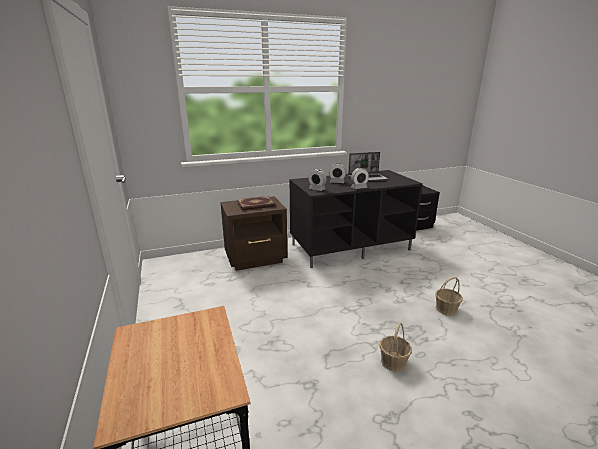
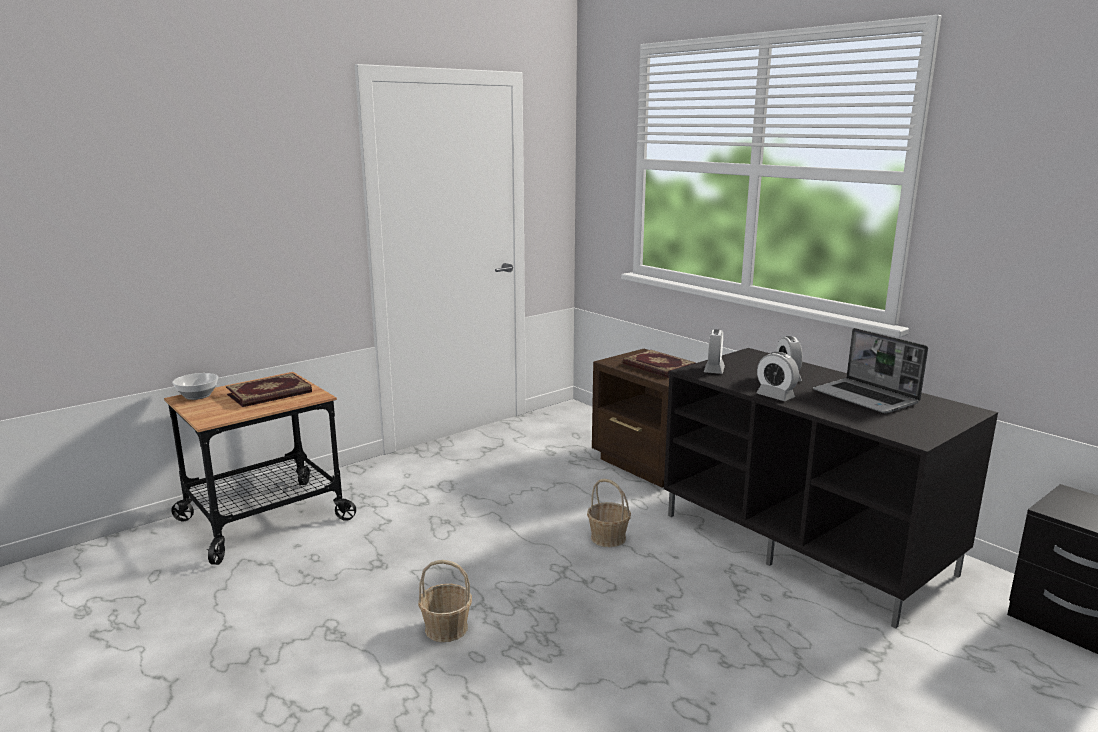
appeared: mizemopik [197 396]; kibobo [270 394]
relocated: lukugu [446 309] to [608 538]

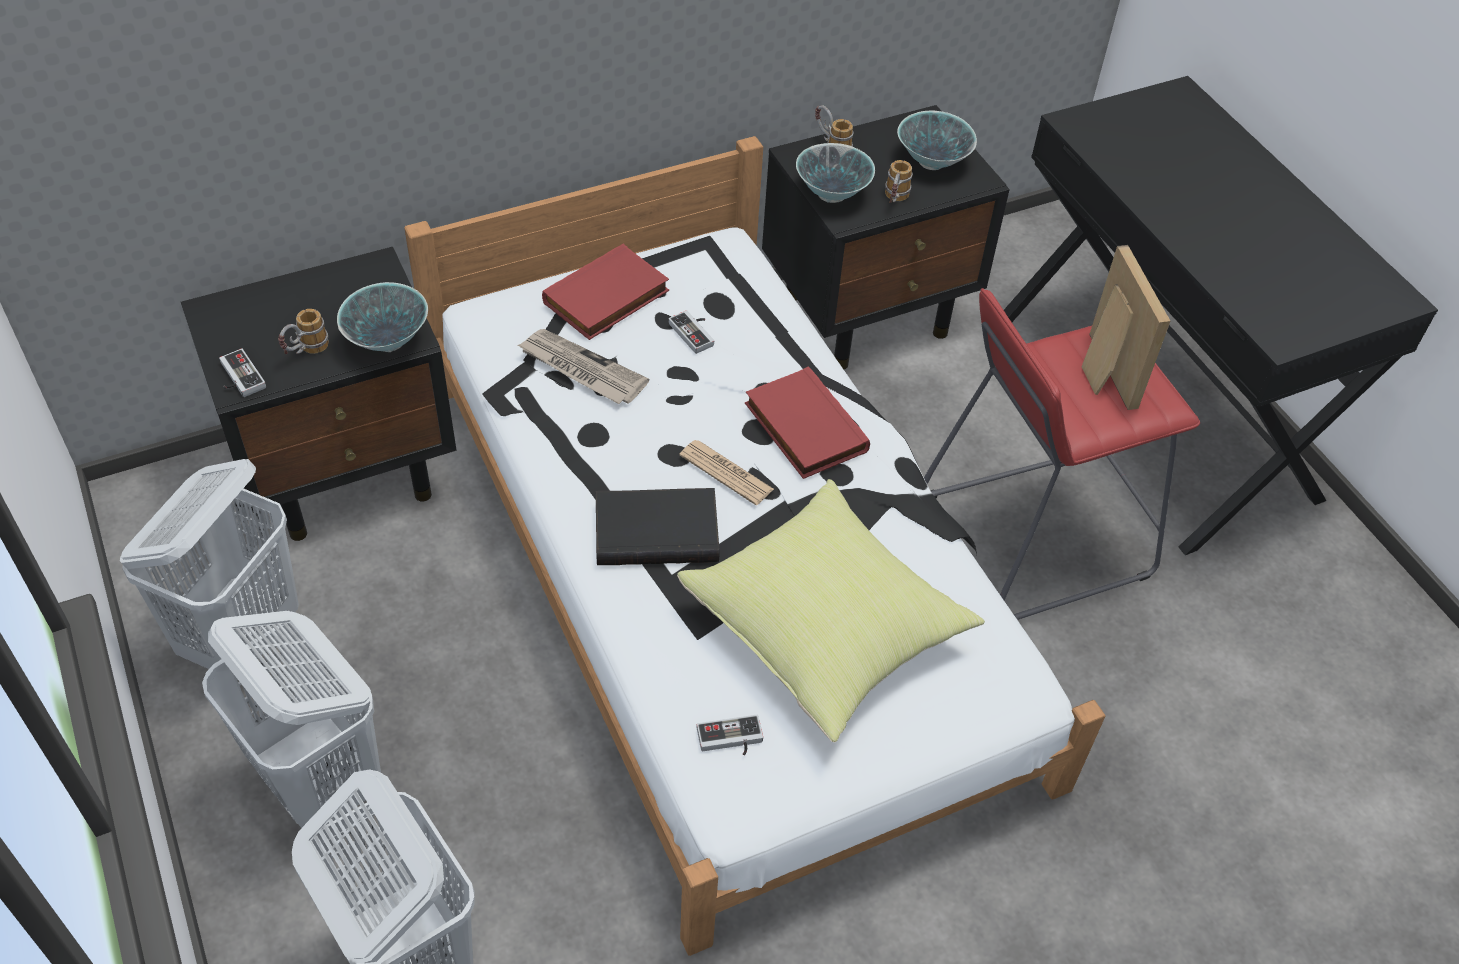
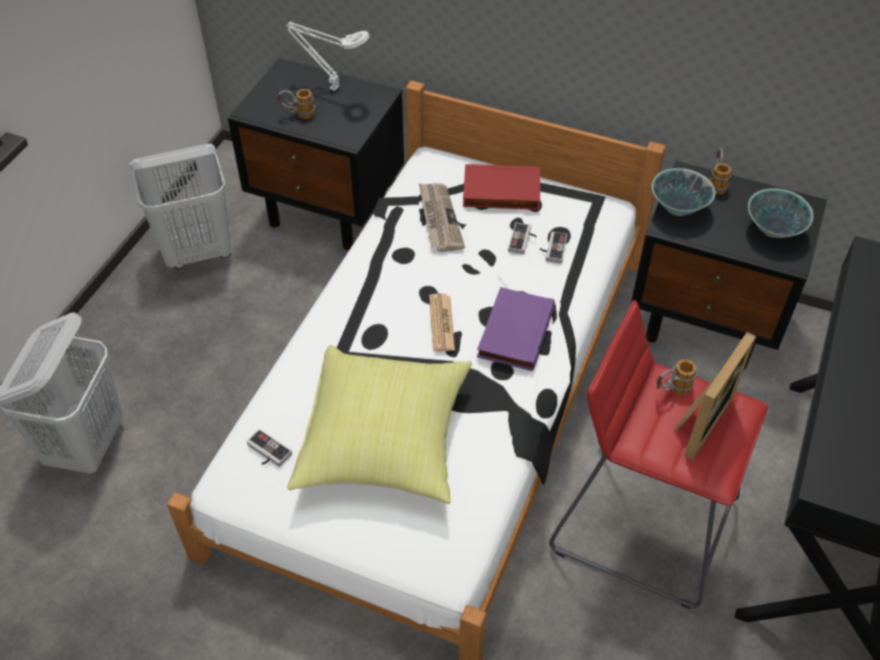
missing: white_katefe [322 785]; mizemopik [388 340]; black_kibobo [657 530]
appeared: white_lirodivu [332 87]
relocated: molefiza [238 378] to [552 248]; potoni [894 201] to [671 390]
colour: red_kibobo [802 428] to purple_kibobo [513 331]

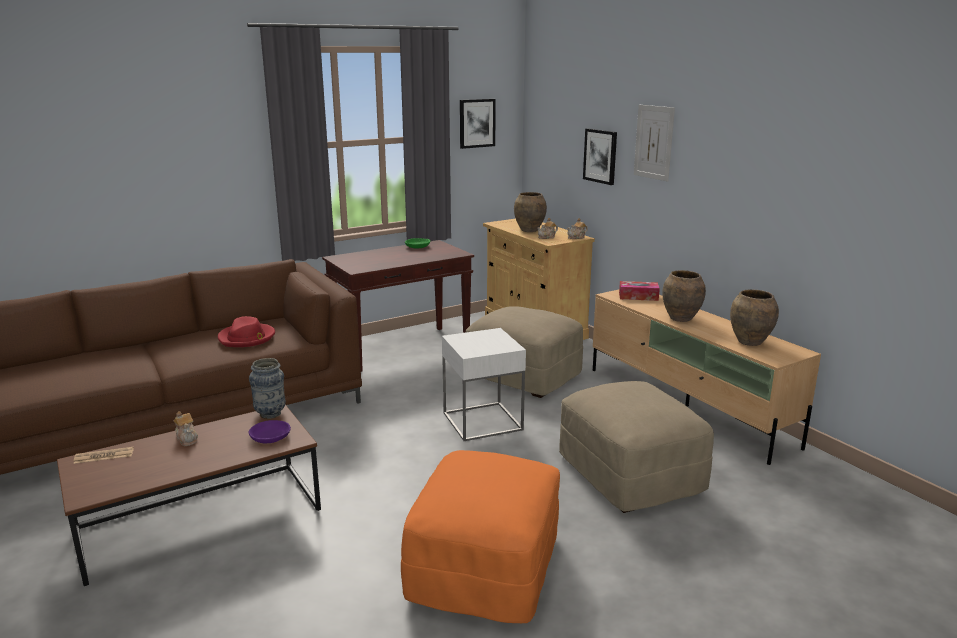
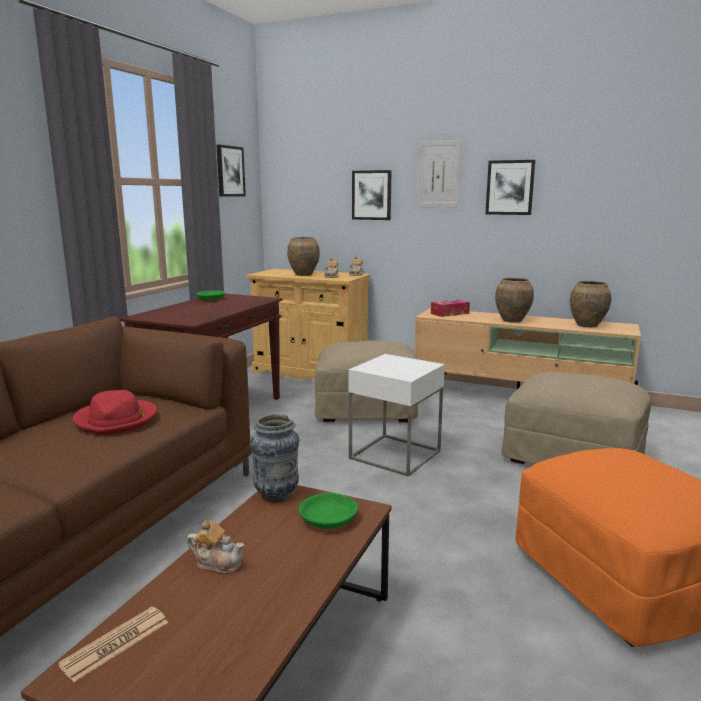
appeared: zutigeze [510 187]
colour: purple_mizemopik [271 438] to green_mizemopik [329 519]

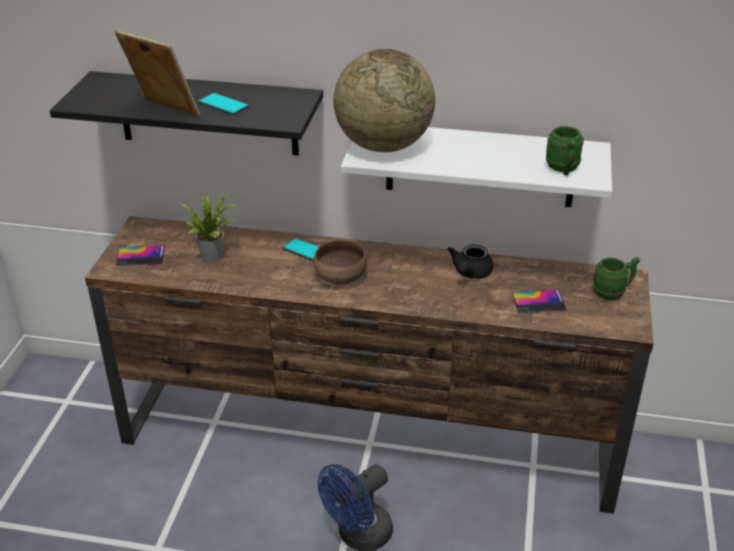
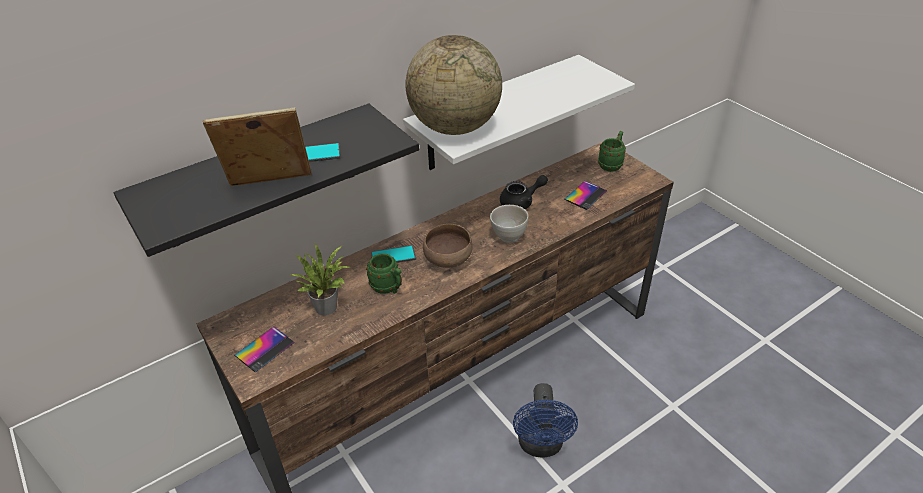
appeared: white_mizemopik [508 236]
relocated: green_potoni [563 169] to [388 288]
spun: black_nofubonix [470 273] = [521 202] 90 degrees counterclockwise

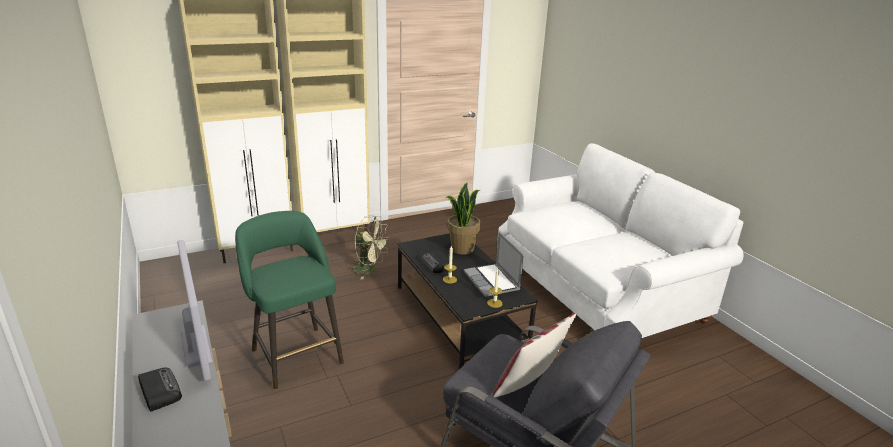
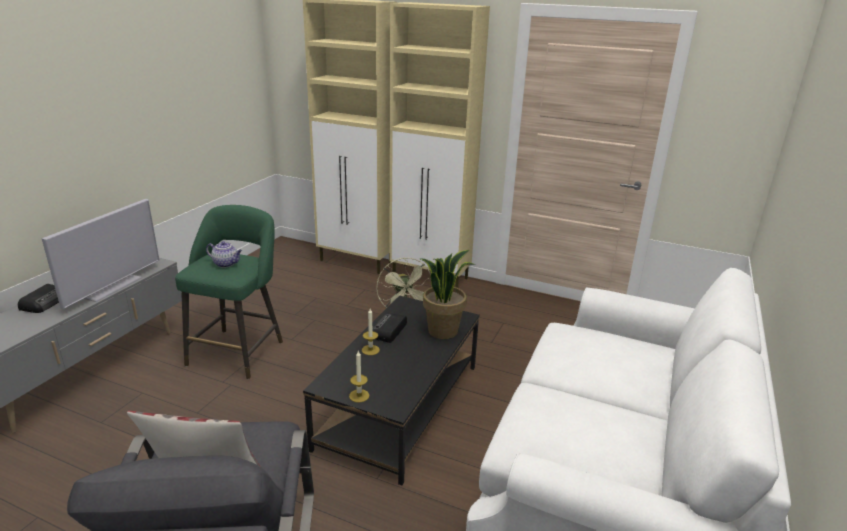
missing: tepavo [492 281]
appeared: nofubonix [226 264]

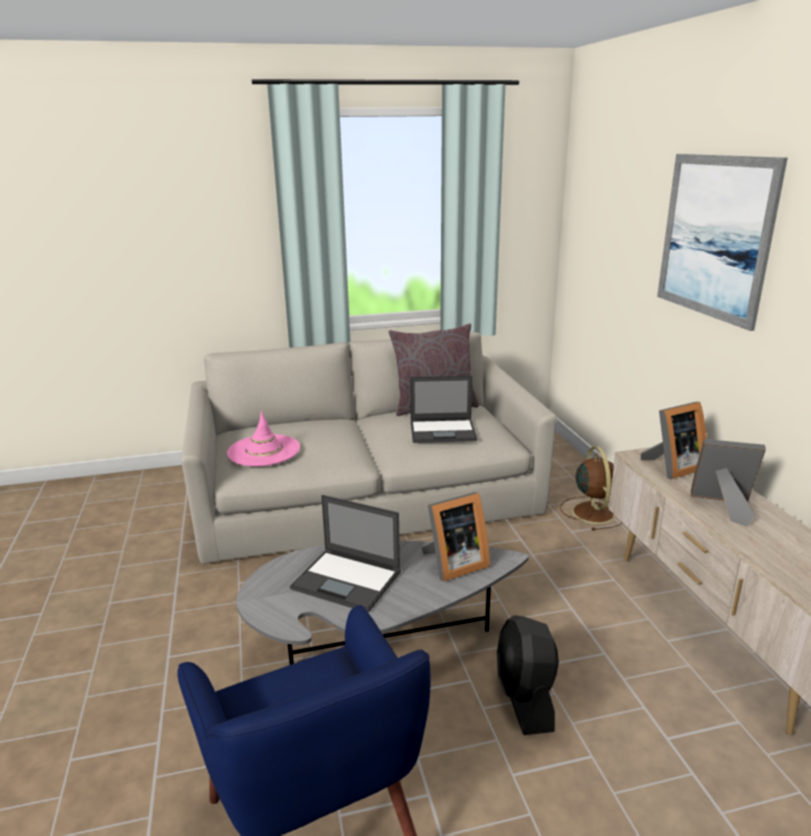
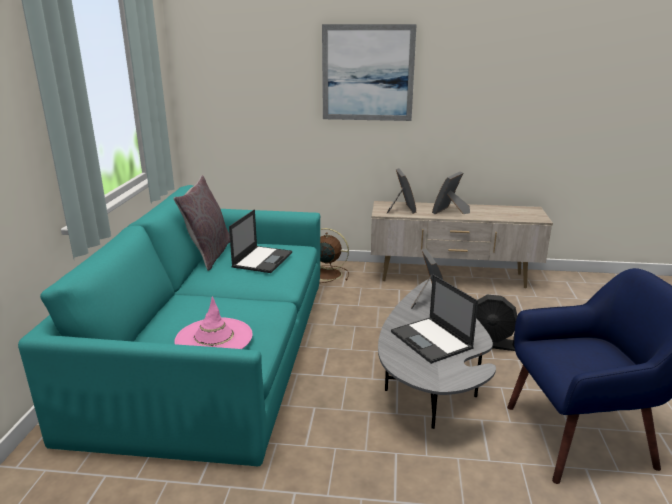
colour: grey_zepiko [366 493] to turquoise_zepiko [214 351]
spun: tepavo [347 580] = [432 340] 105 degrees clockwise

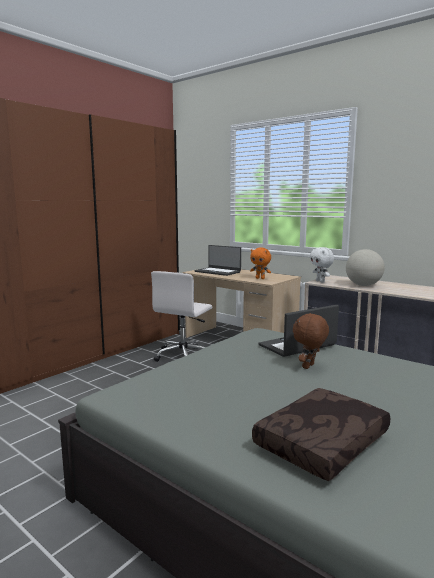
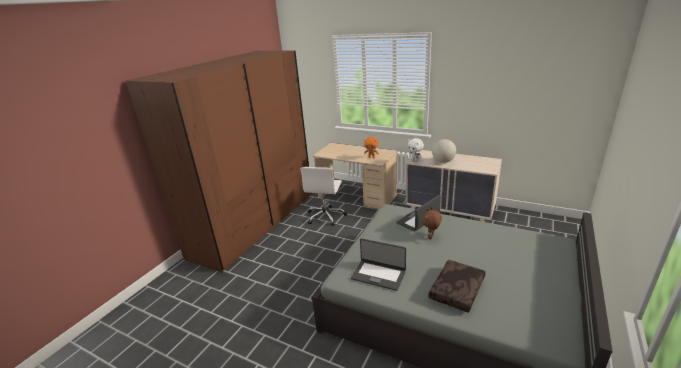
relocated: tepavo [218 272] to [378 274]

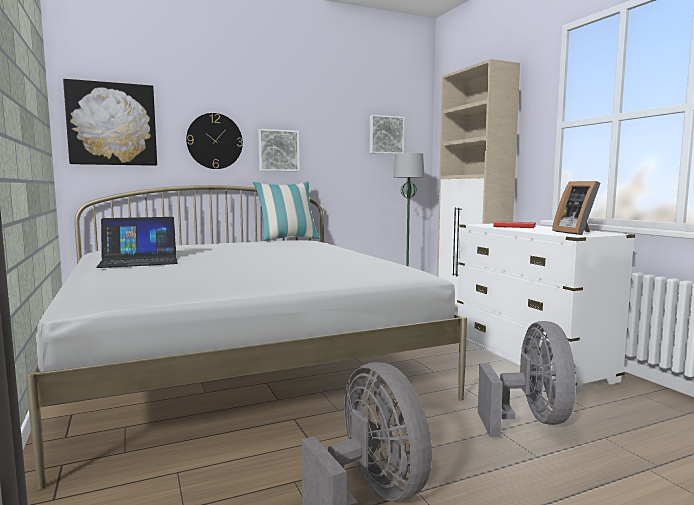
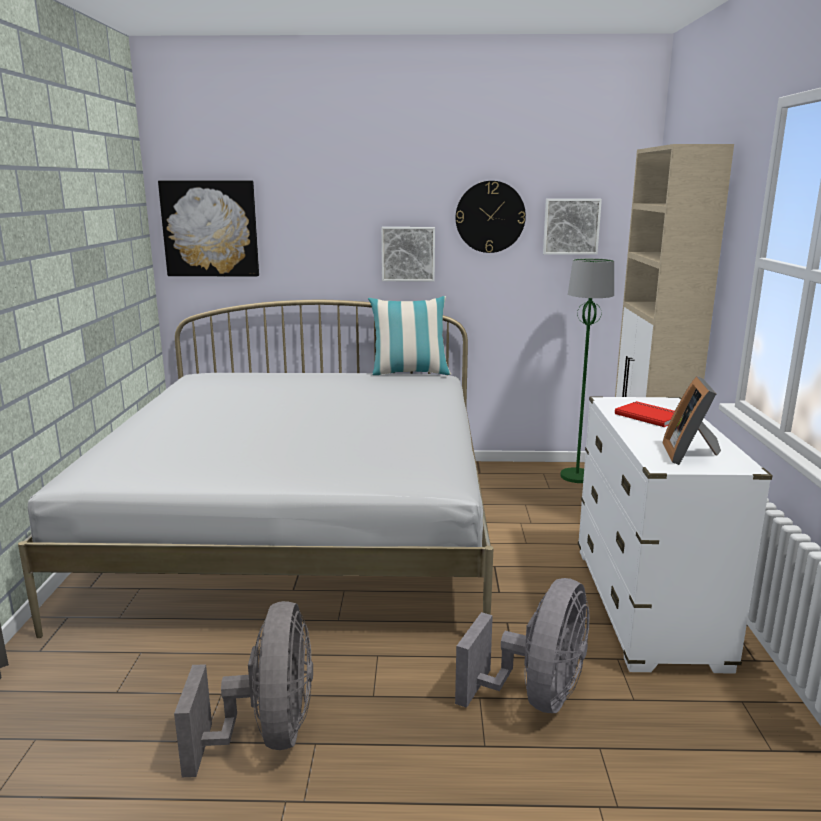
missing: tepavo [139 261]
relocated: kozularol [214 141] to [490 217]

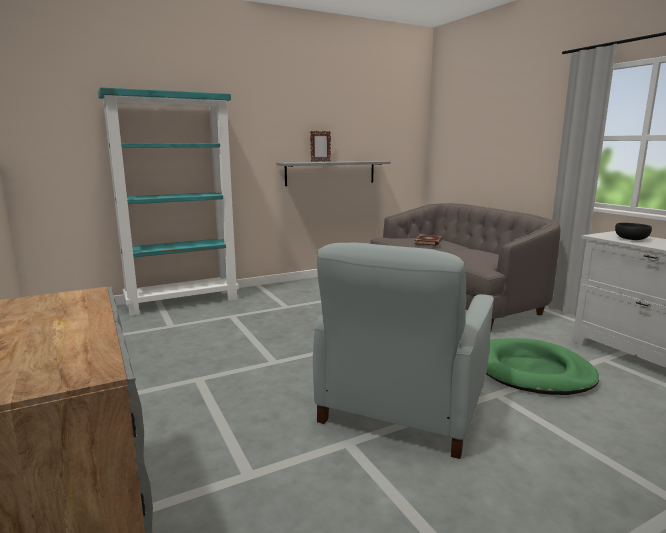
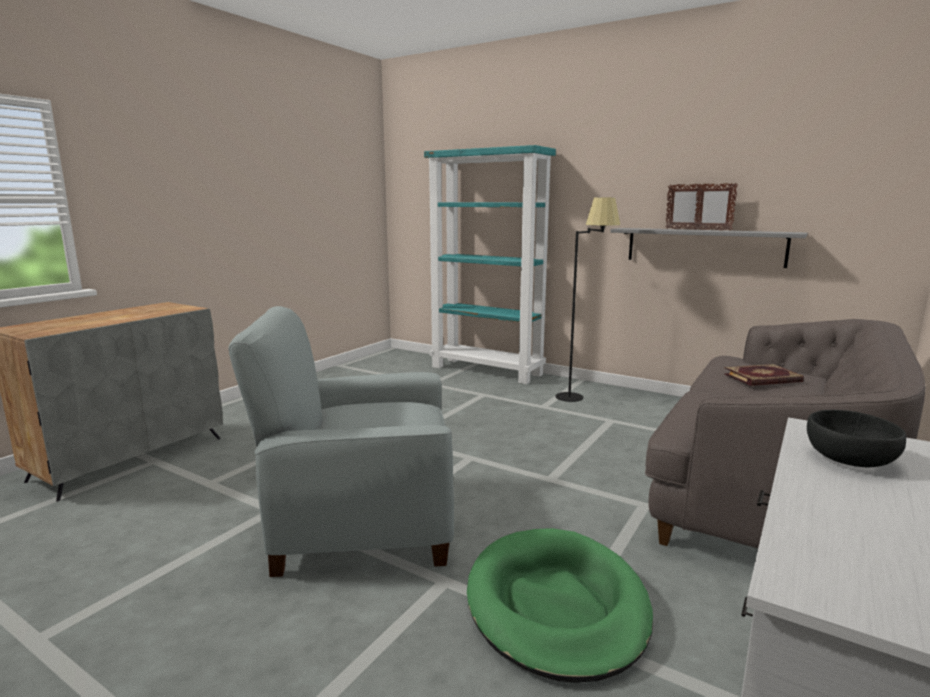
appeared: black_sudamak [582 398]; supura [712 230]

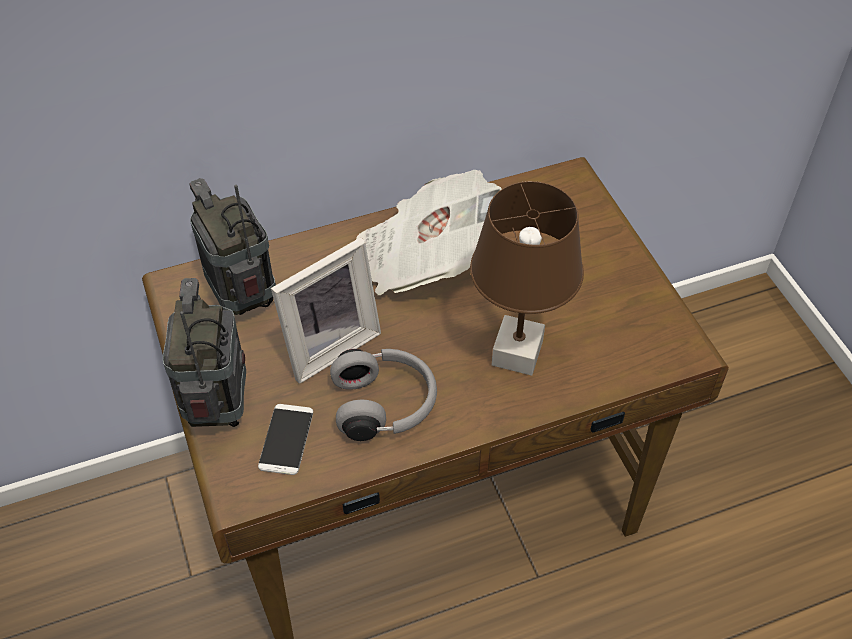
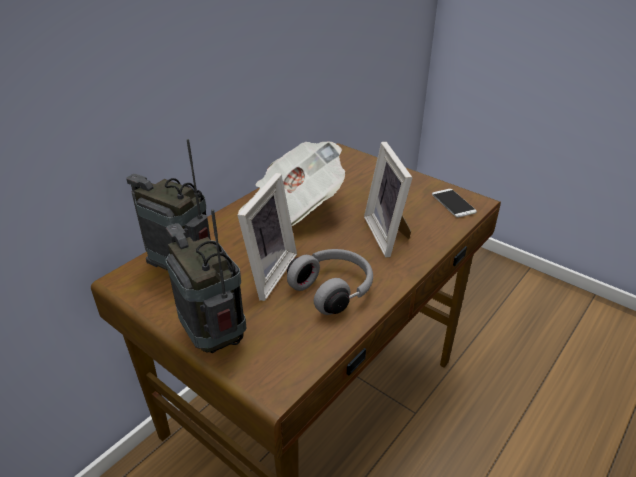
relocated: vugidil [286 439] to [453 203]
exchanged: brown_lirodivu [517 354] to supura [389 234]

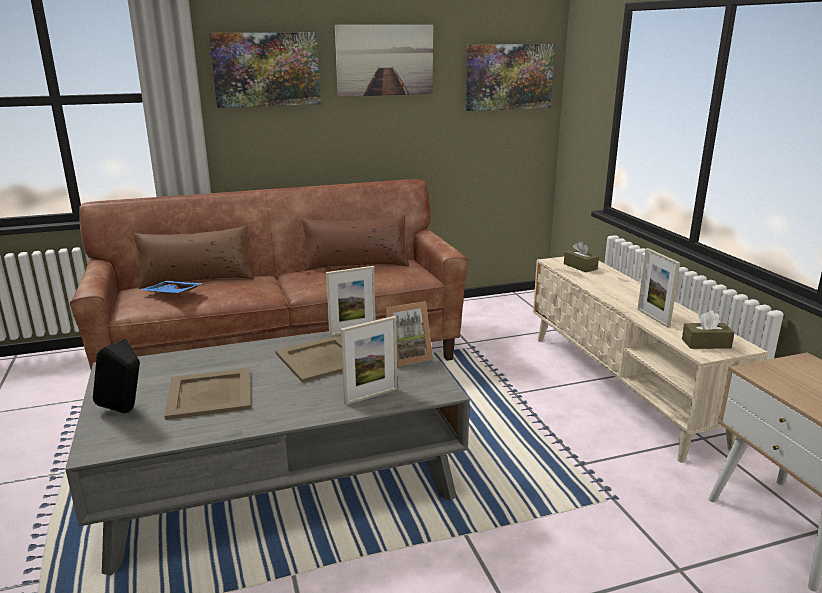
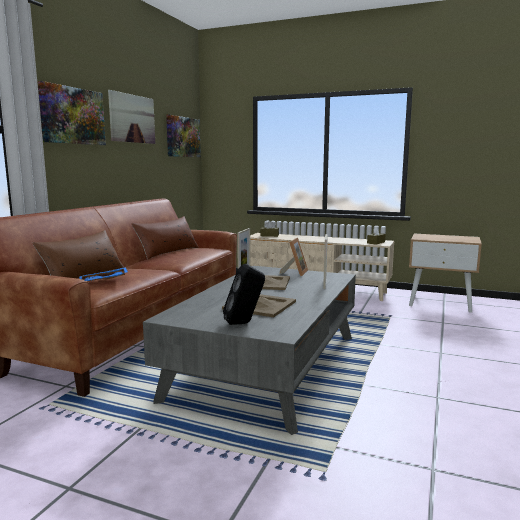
missing: supura [653 318]

